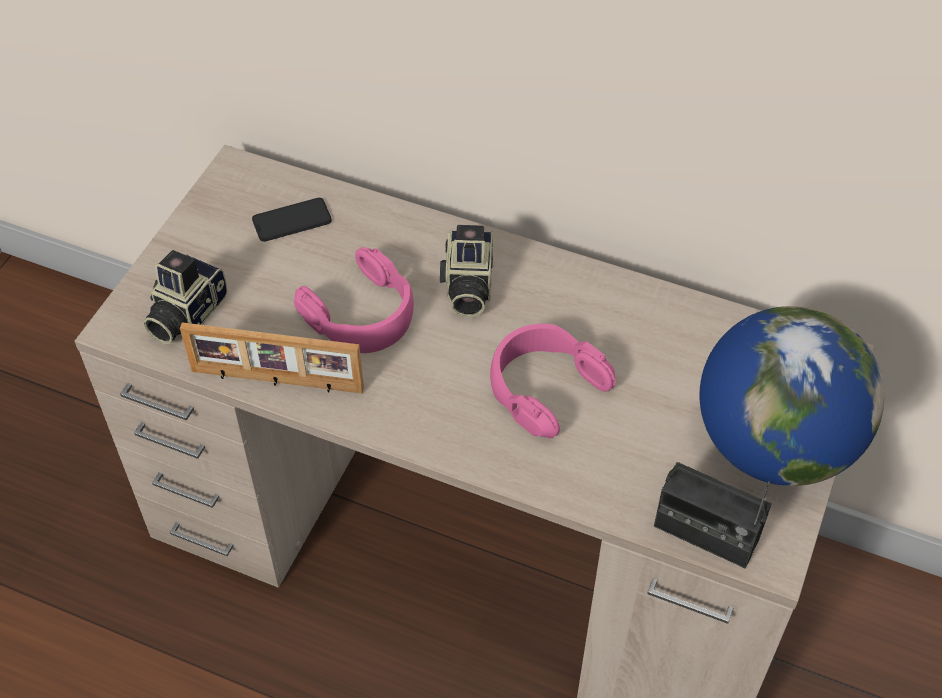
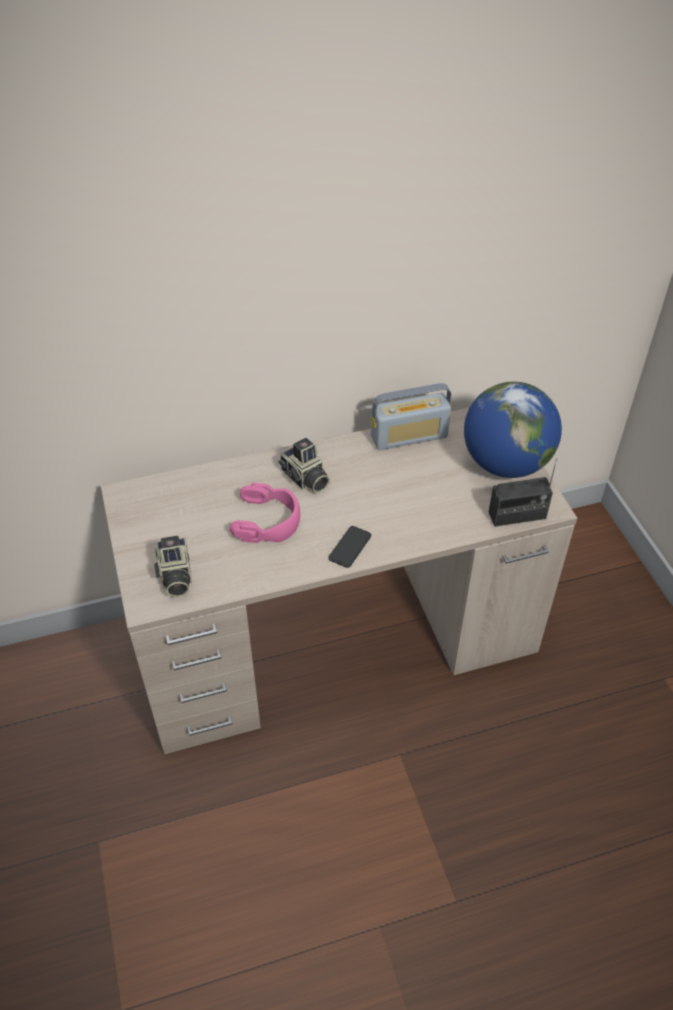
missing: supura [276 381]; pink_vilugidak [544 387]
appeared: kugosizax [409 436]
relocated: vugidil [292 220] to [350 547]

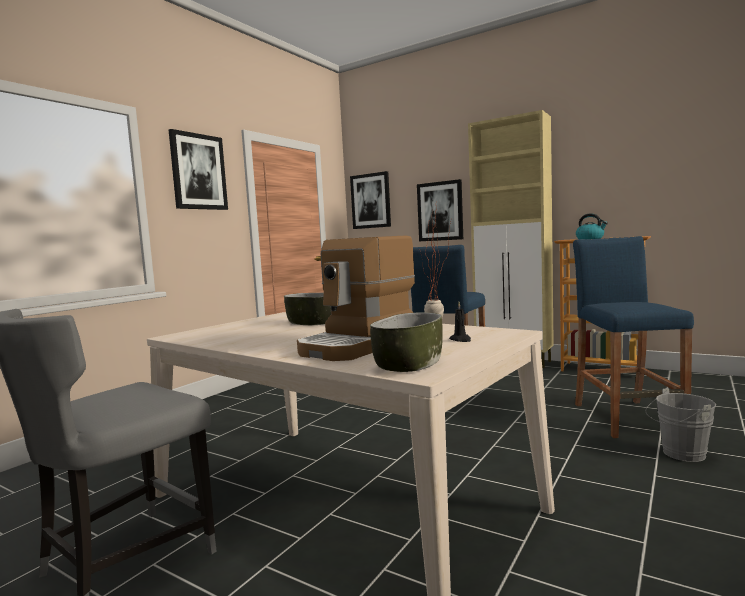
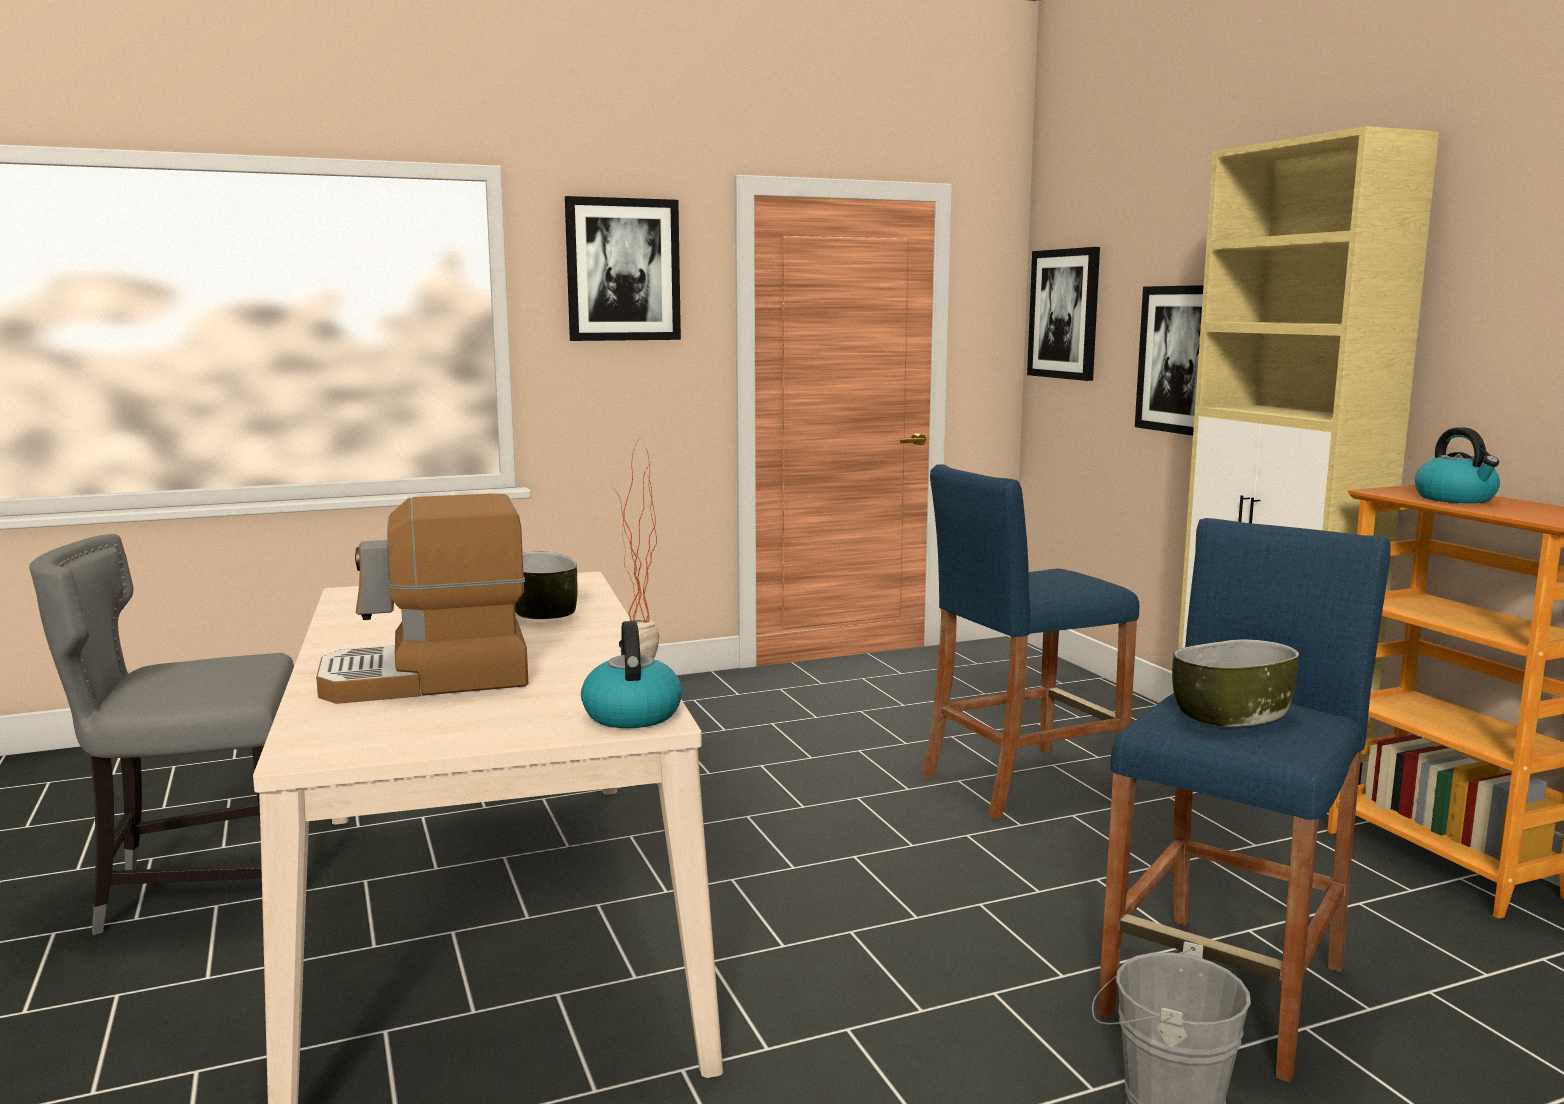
missing: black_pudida [461 340]
appeared: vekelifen [631 714]
relocated: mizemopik [409 363] to [1231 713]

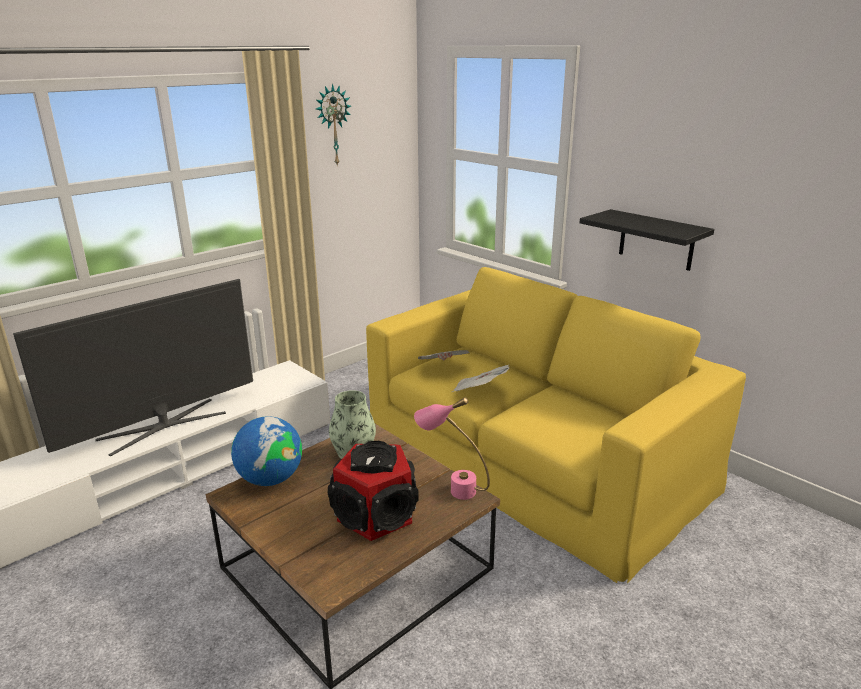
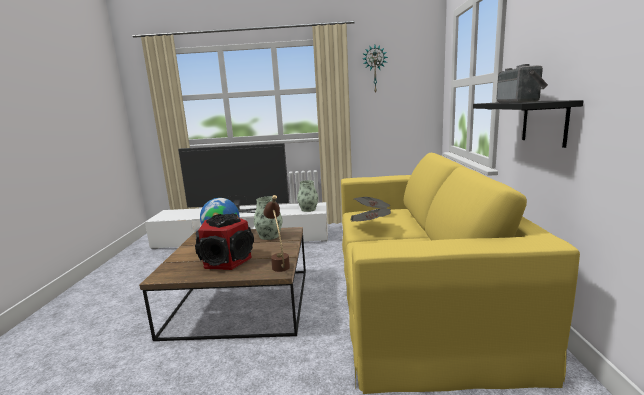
appeared: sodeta [308 209]; kugosizax [520 101]
colour: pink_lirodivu [452 488] to brown_lirodivu [279 264]

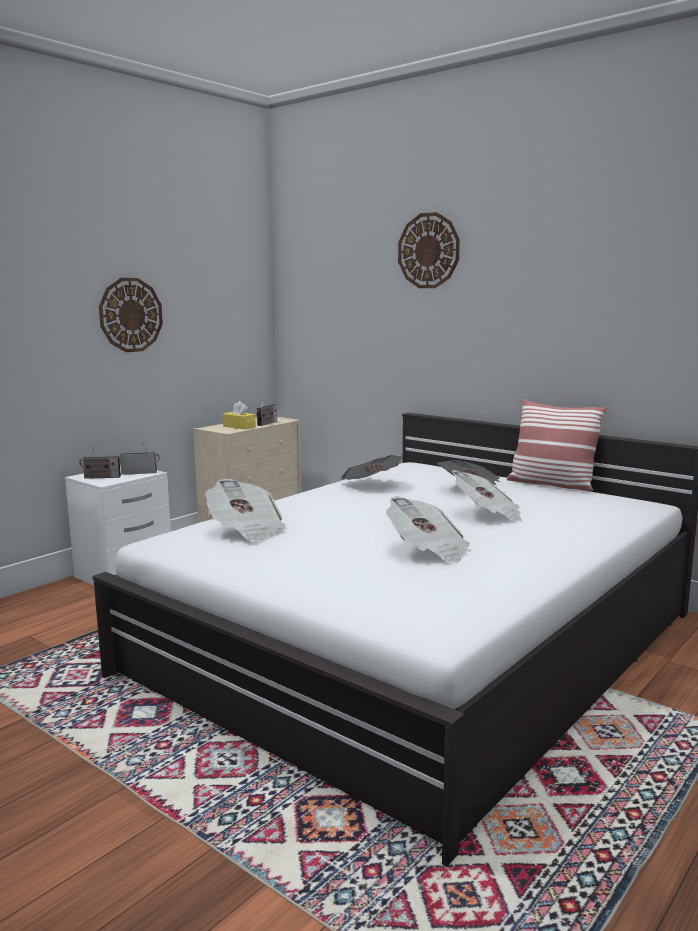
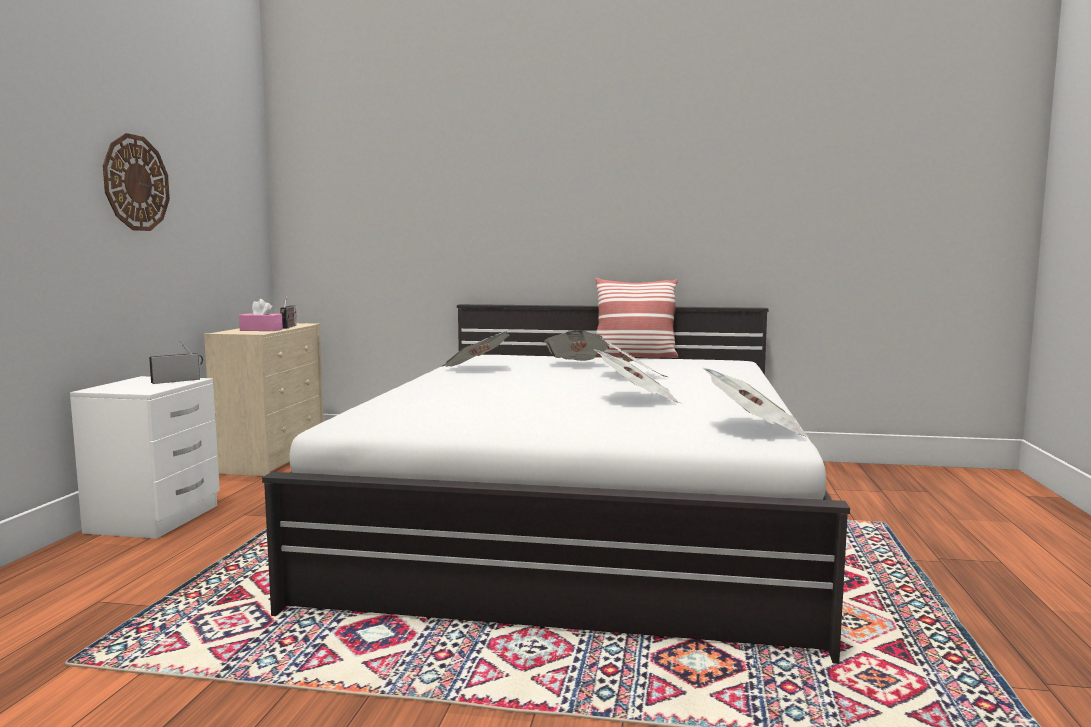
missing: kugosizax [100 477]; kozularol [428 251]
relocated: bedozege [246 530] to [755 430]
colour: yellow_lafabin [239 426] to pink_lafabin [261 330]

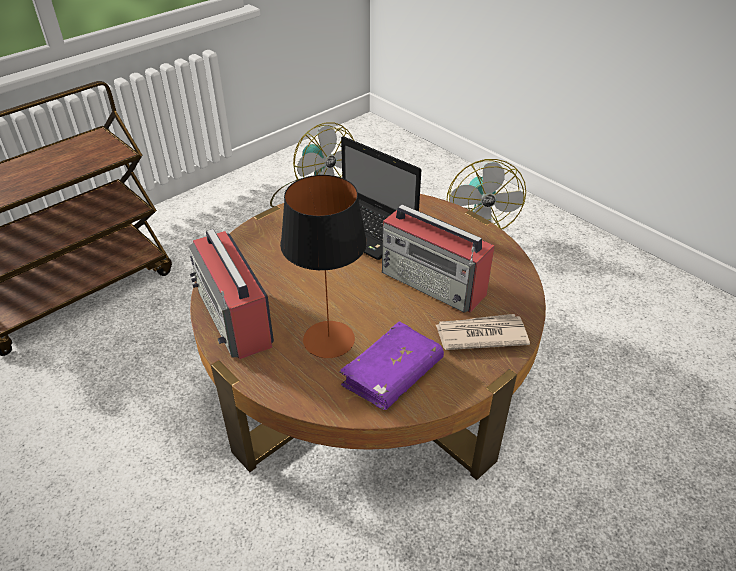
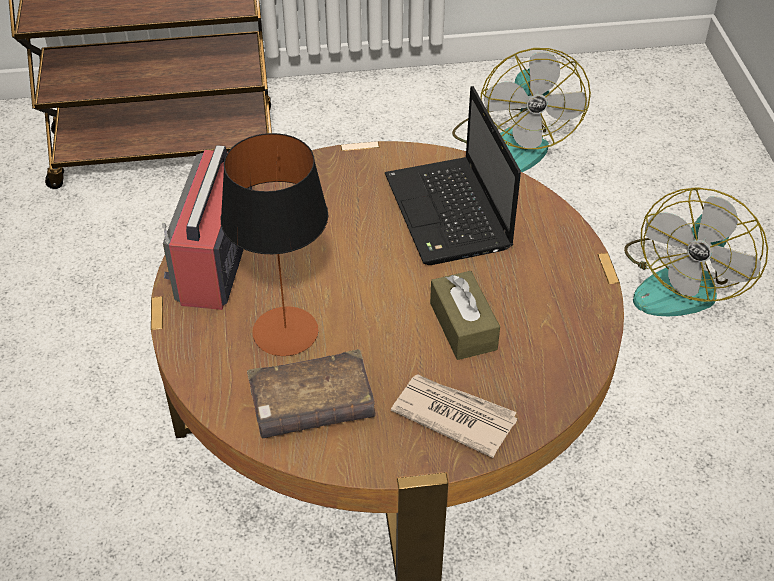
exchanged: kugosizax [434 283] to brown_lafabin [463 326]
colour: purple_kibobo [392 374] to brown_kibobo [312 406]

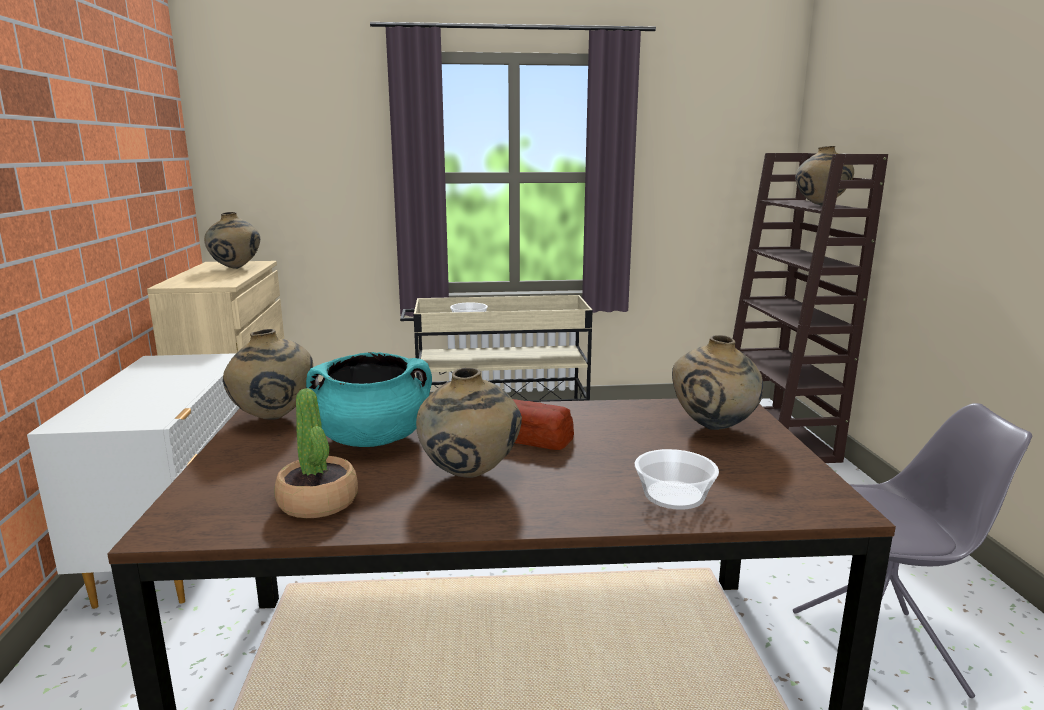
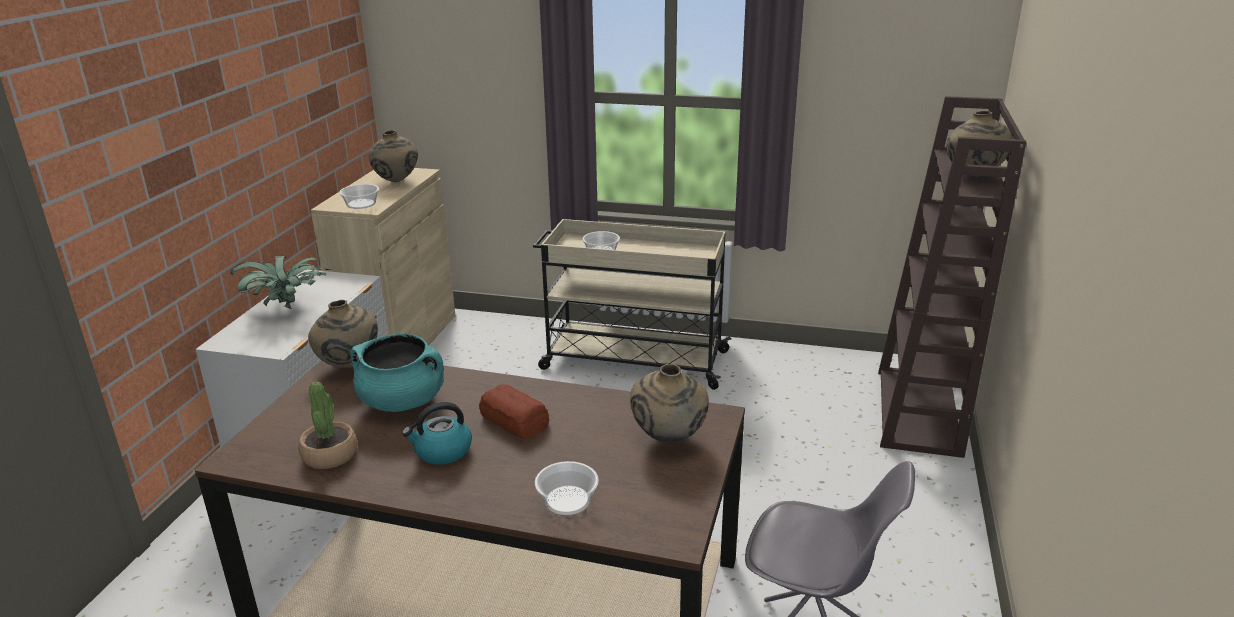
appeared: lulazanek [286 308]; mizemopik [361 204]
exchanged: beige_sodeta [470 475] to vekelifen [442 451]

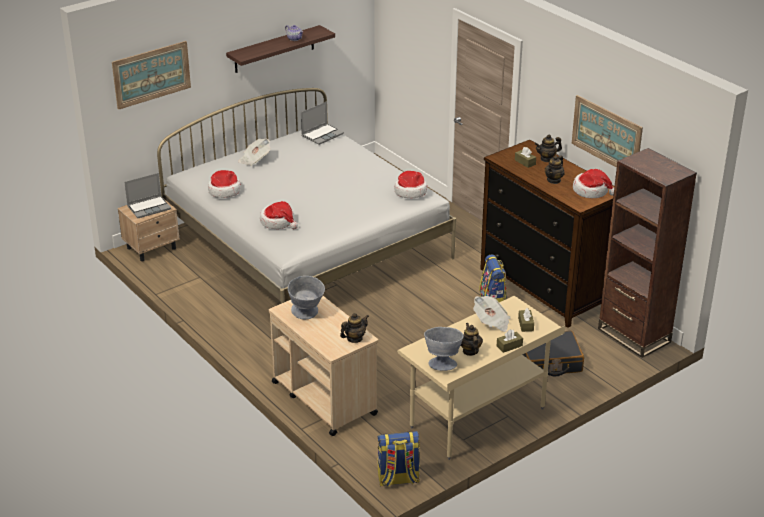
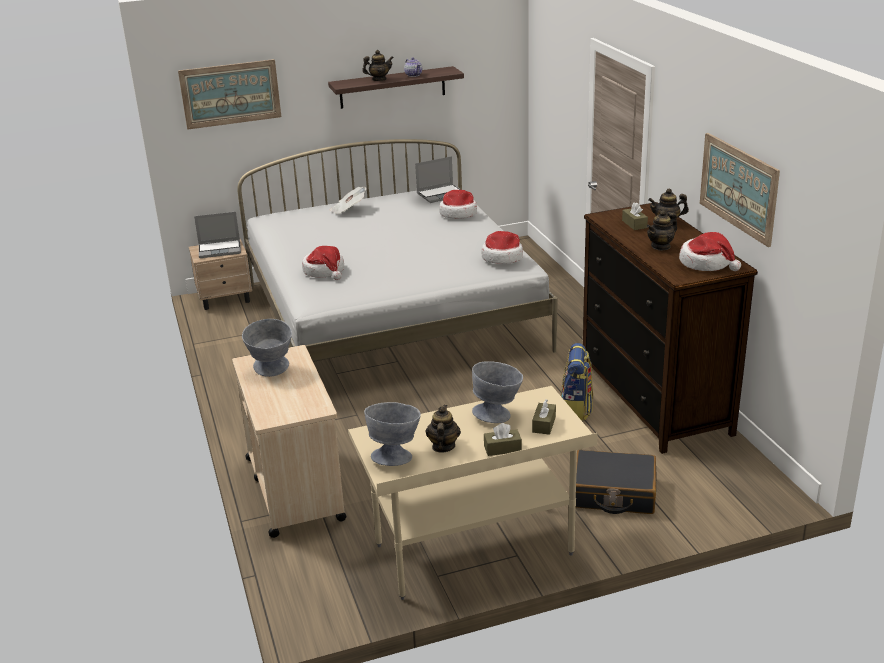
missing: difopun [398 479]; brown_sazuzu [634 336]
relocated: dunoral [224 191] to [458 213]; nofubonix [354 338] to [379 79]
exchanged: bedozege [491 322] to grey_mizemopik [498 414]

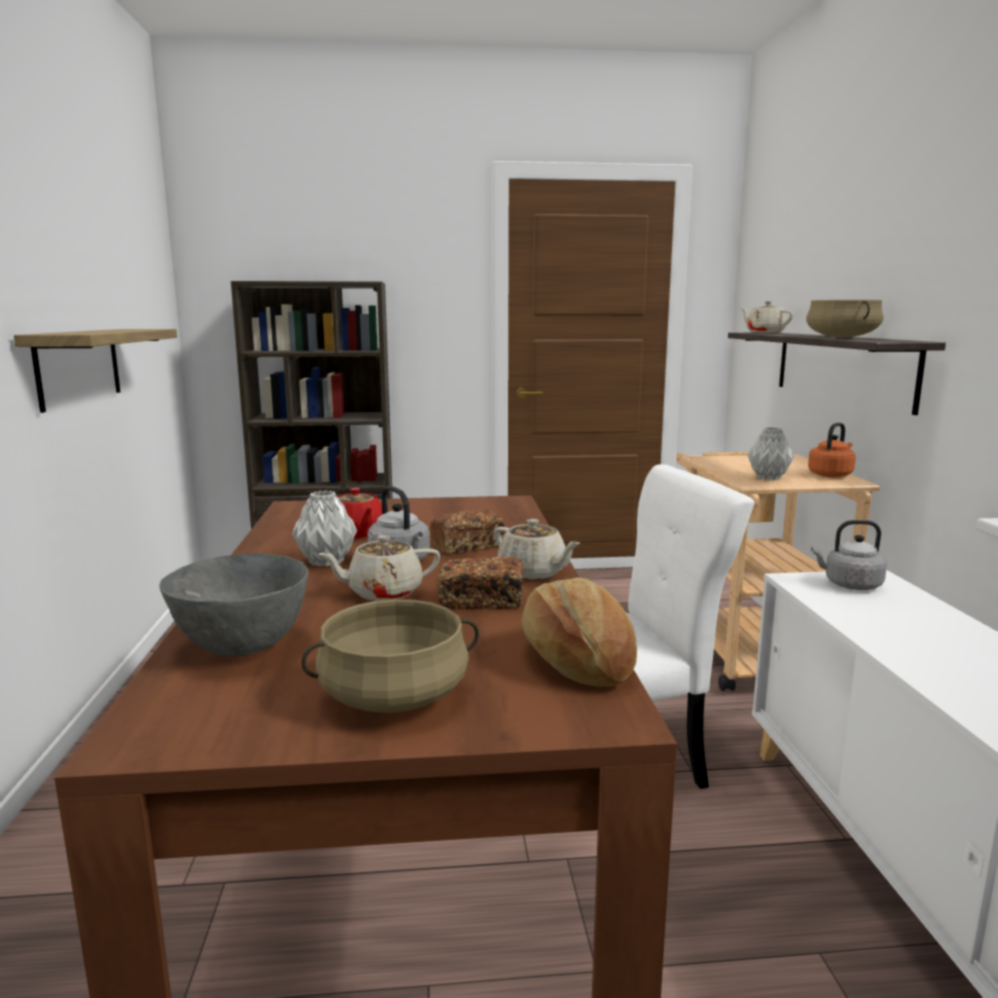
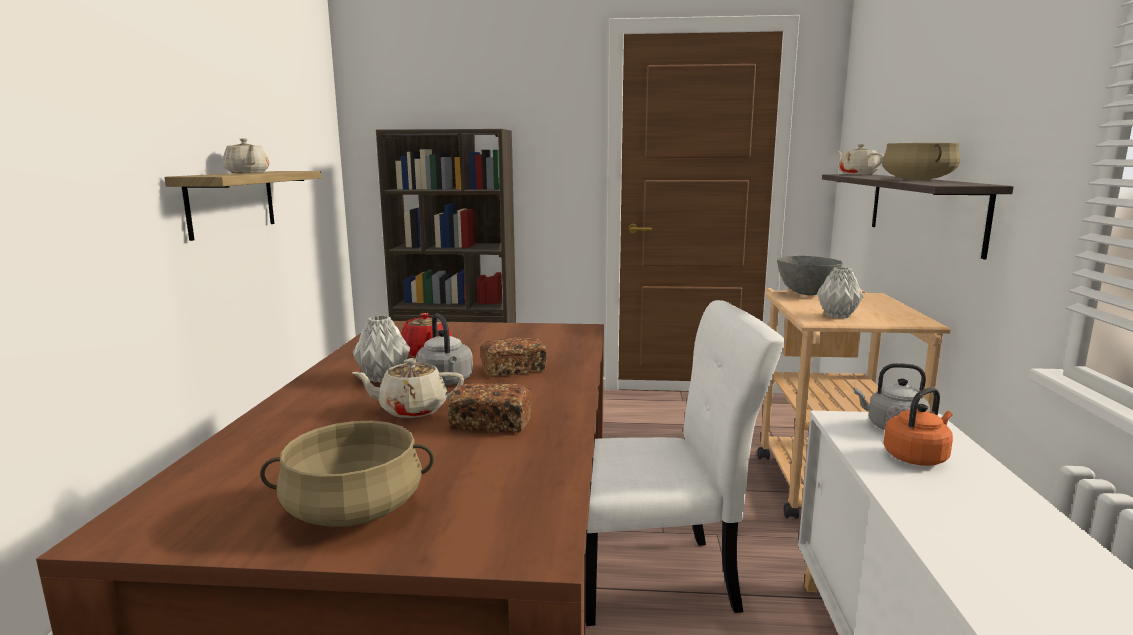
missing: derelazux [577 660]
relocated: grey_mizemopik [243 647] to [807 293]; beige_nofubonix [533 572] to [247 173]; orange_vekelifen [831 475] to [917 457]

